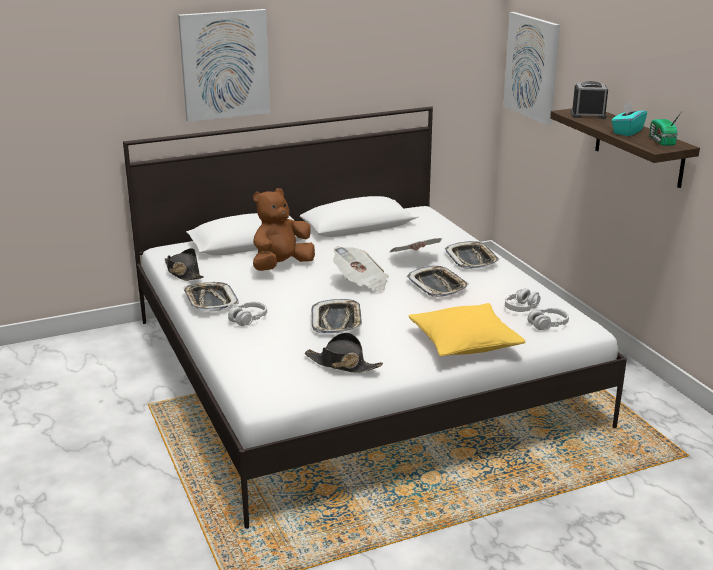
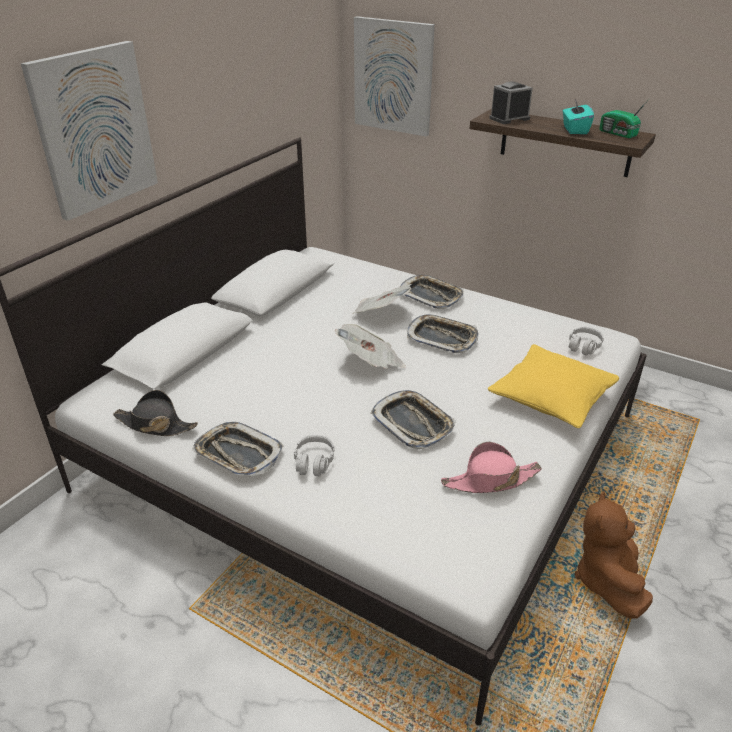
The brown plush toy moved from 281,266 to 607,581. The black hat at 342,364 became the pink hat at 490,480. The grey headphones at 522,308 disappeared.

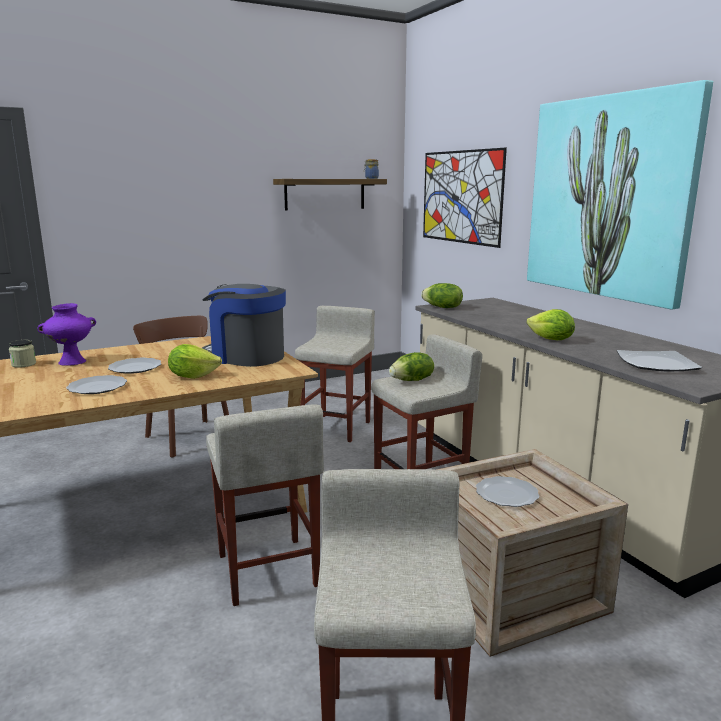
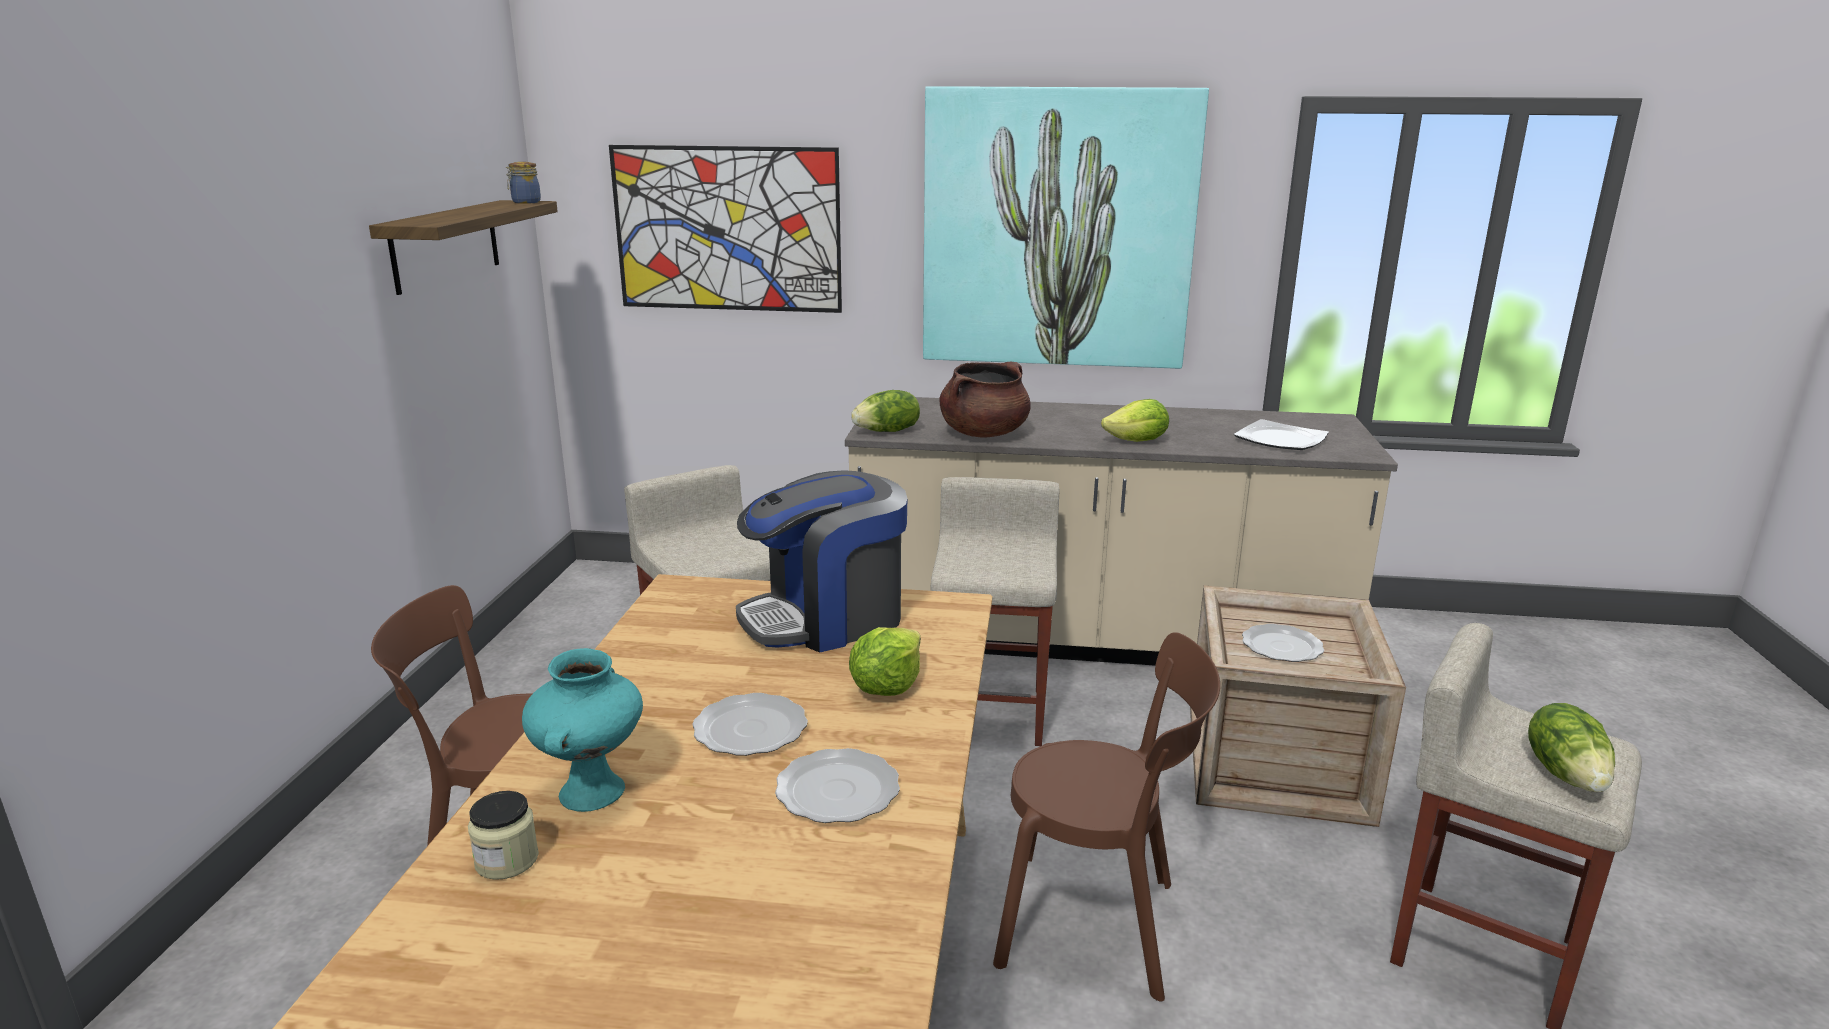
The purple vase at 71,362 became the turquoise vase at 593,793. The beige stool at 267,571 was replaced by the brown chair at 1097,926. The lettuce moved from 412,380 to 1567,774. The brown cooking pot at 984,433 appeared.

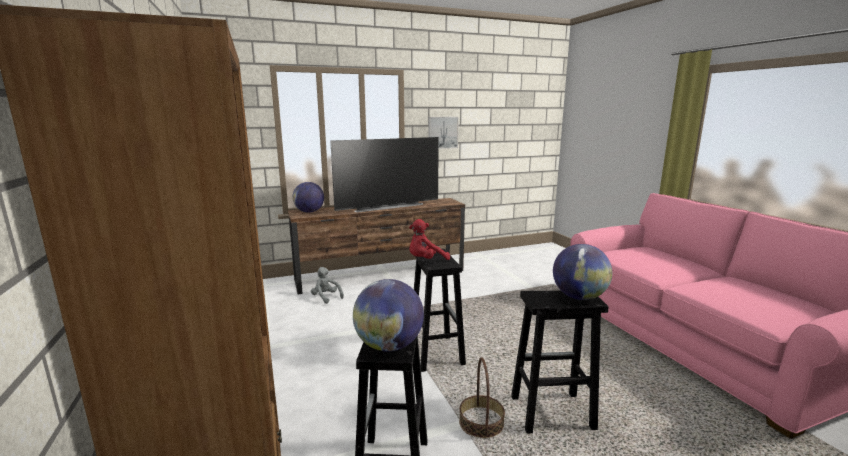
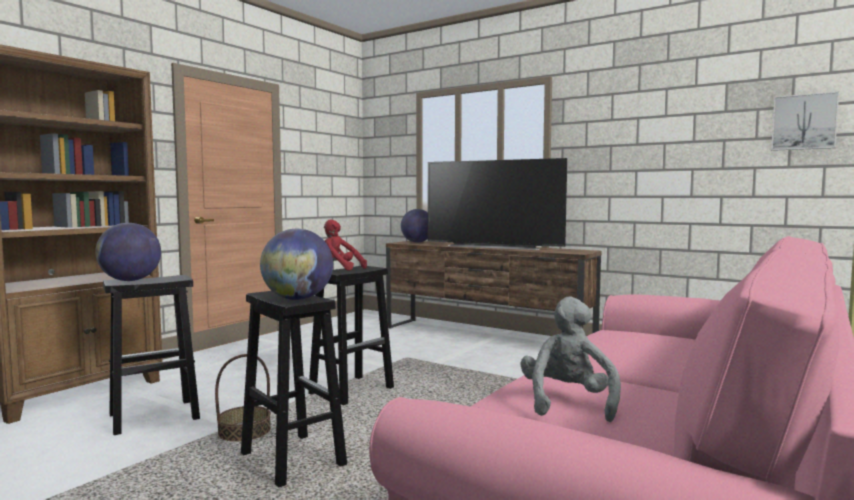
The grey plush toy moved from 326,297 to 567,403. The picture moved from 442,132 to 804,122.

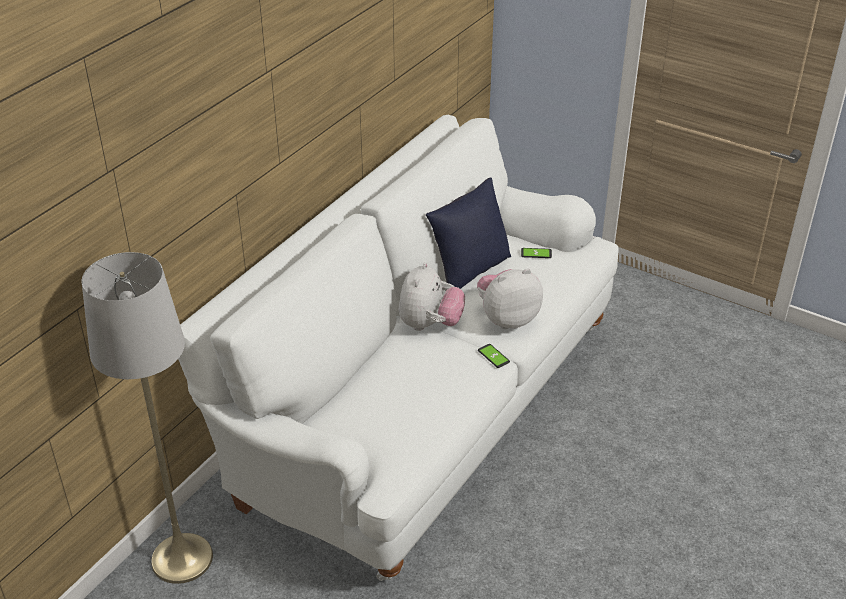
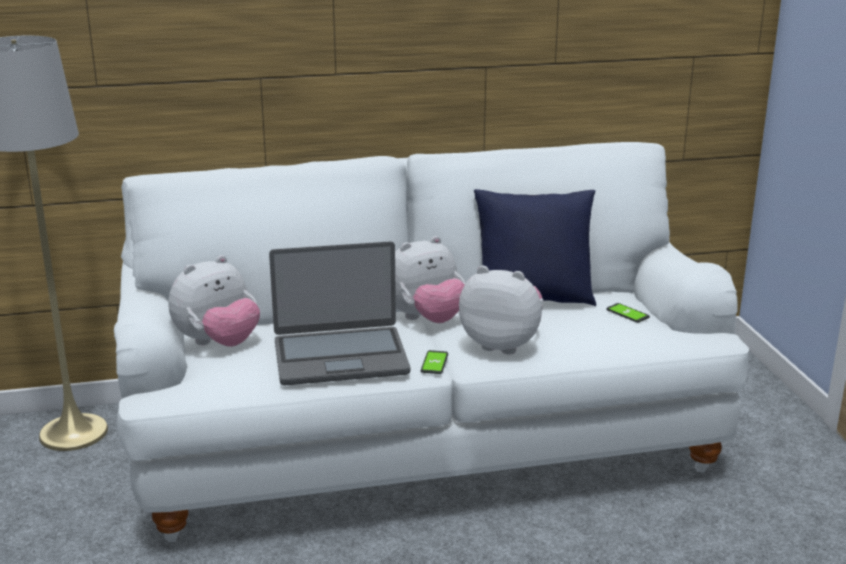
The plush toy at 218,343 appeared. The laptop at 340,357 appeared.

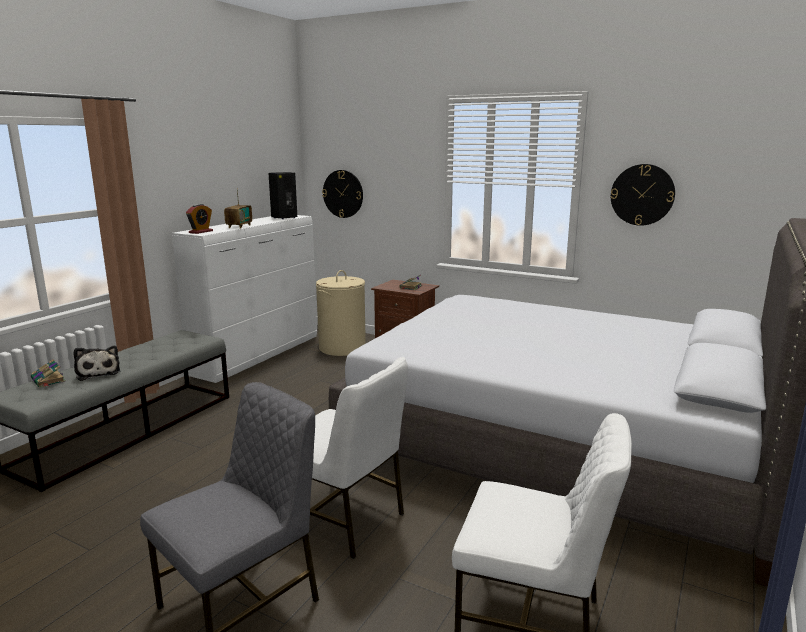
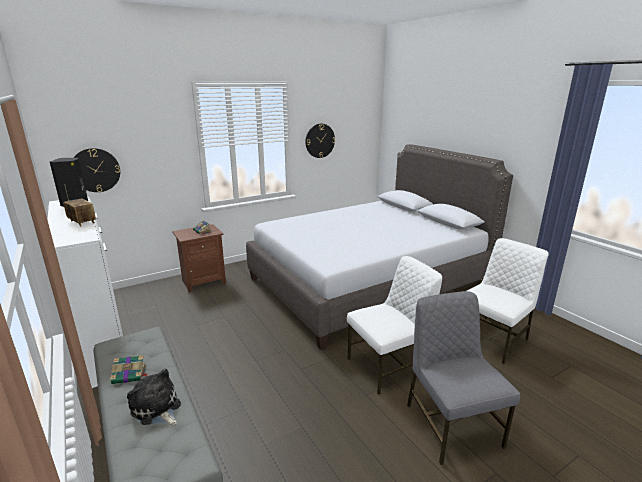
The book moved from 48,380 to 130,375. The plush toy at 98,372 turned 135 degrees counterclockwise. The alarm clock at 201,232 disappeared. The beige laundry basket at 342,348 disappeared.

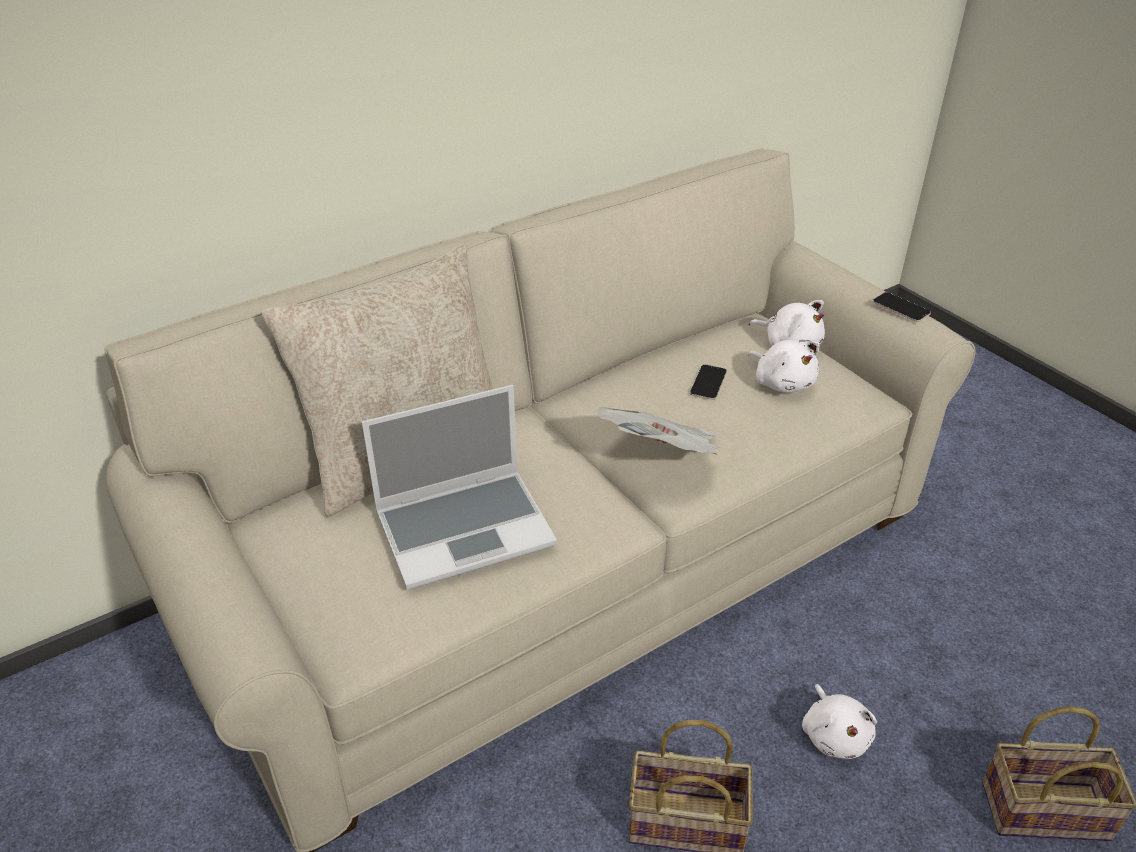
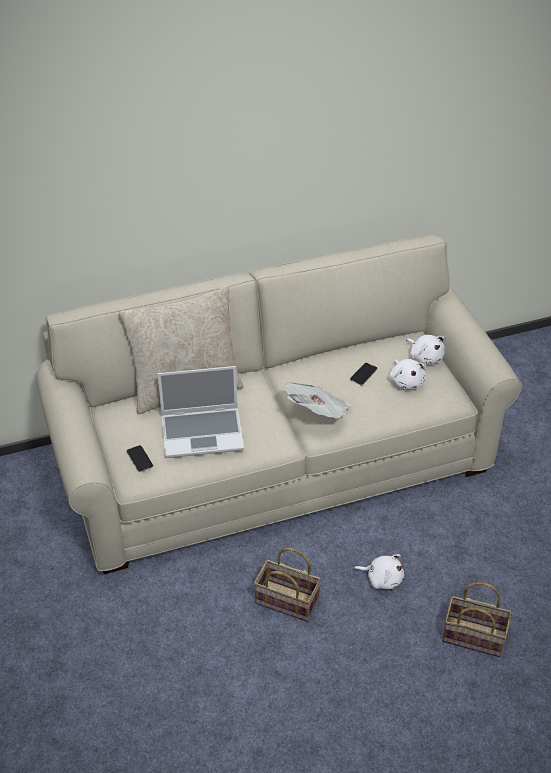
The white plush toy at 834,735 turned 75 degrees counterclockwise. The phone moved from 901,308 to 140,459.

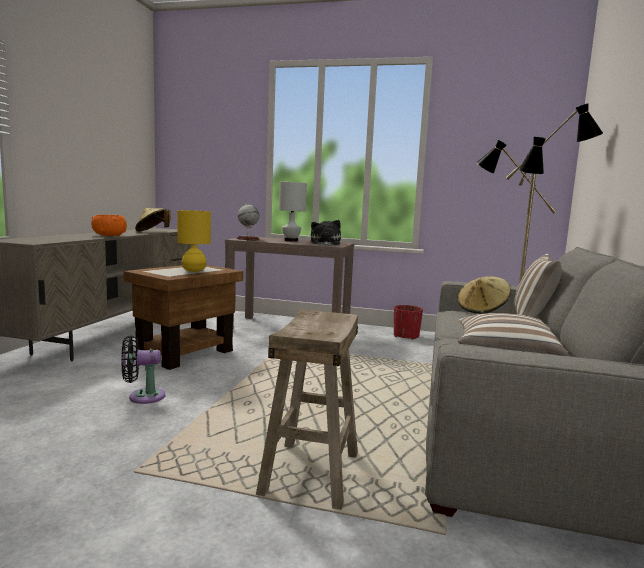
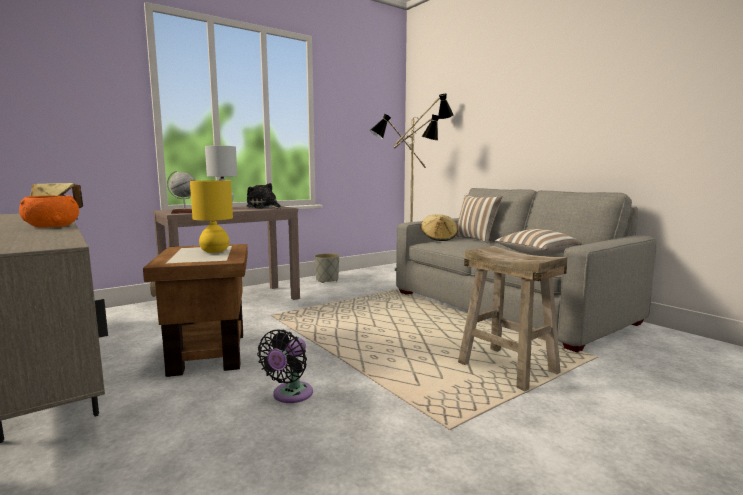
The red planter at 406,336 became the grey planter at 327,280.

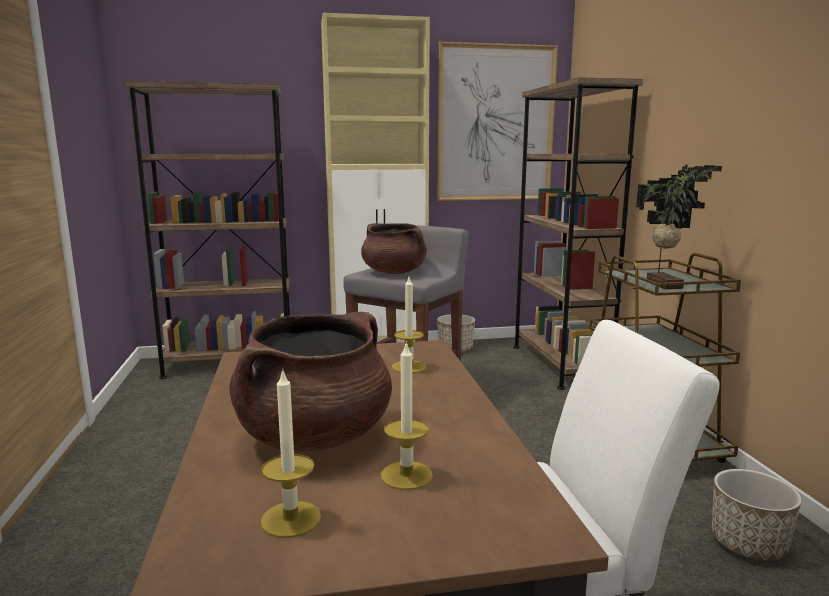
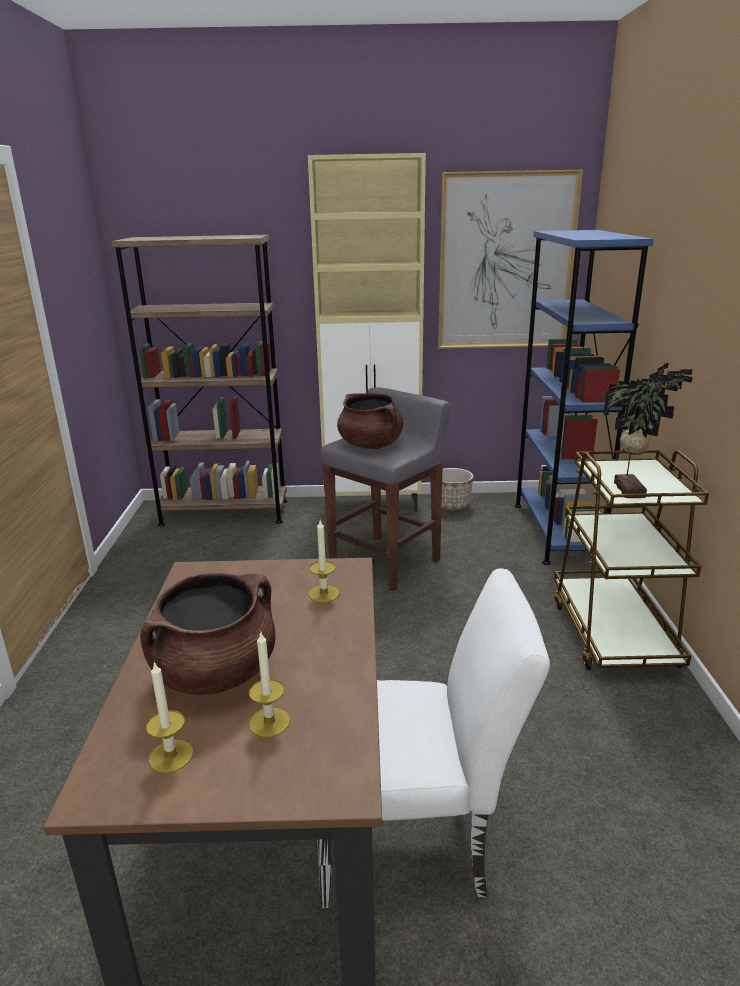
The brown bookcase at 559,364 became the blue bookcase at 556,531. The planter at 747,544 disappeared.

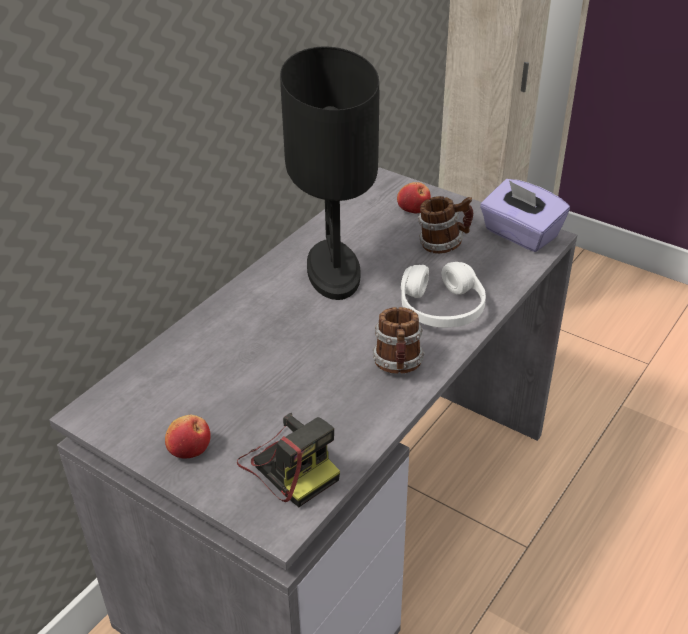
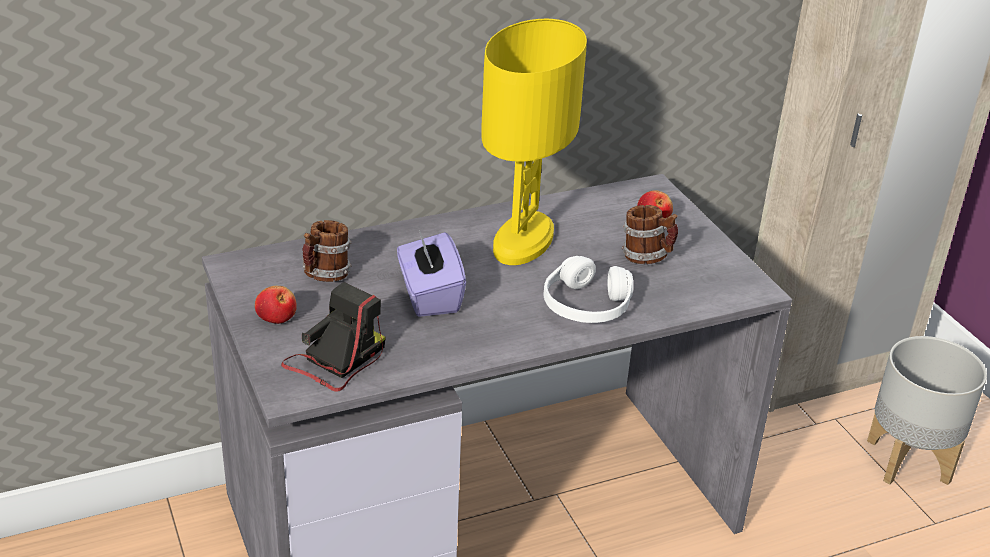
The photo camera at 289,465 turned 135 degrees counterclockwise. The black table lamp at 332,271 became the yellow table lamp at 522,240. The mug moved from 398,365 to 325,276. The purple tissue box moved from 520,234 to 429,296. The grey planter at 909,461 appeared.

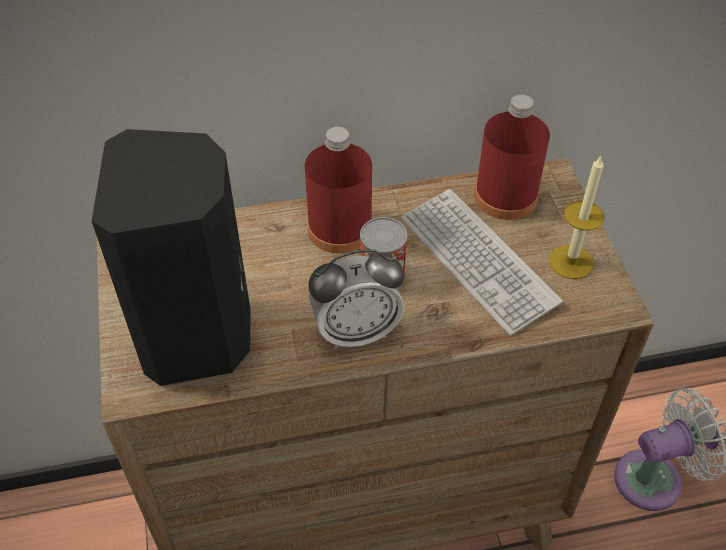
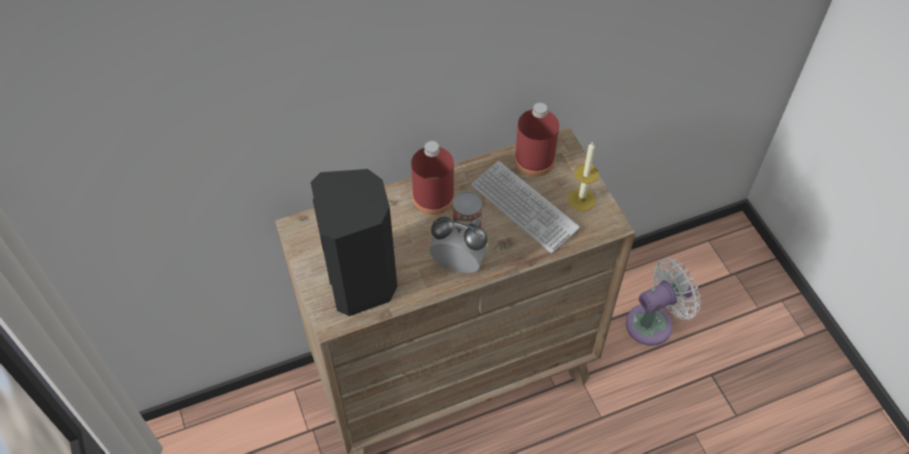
The alarm clock at 356,331 turned 135 degrees counterclockwise.

